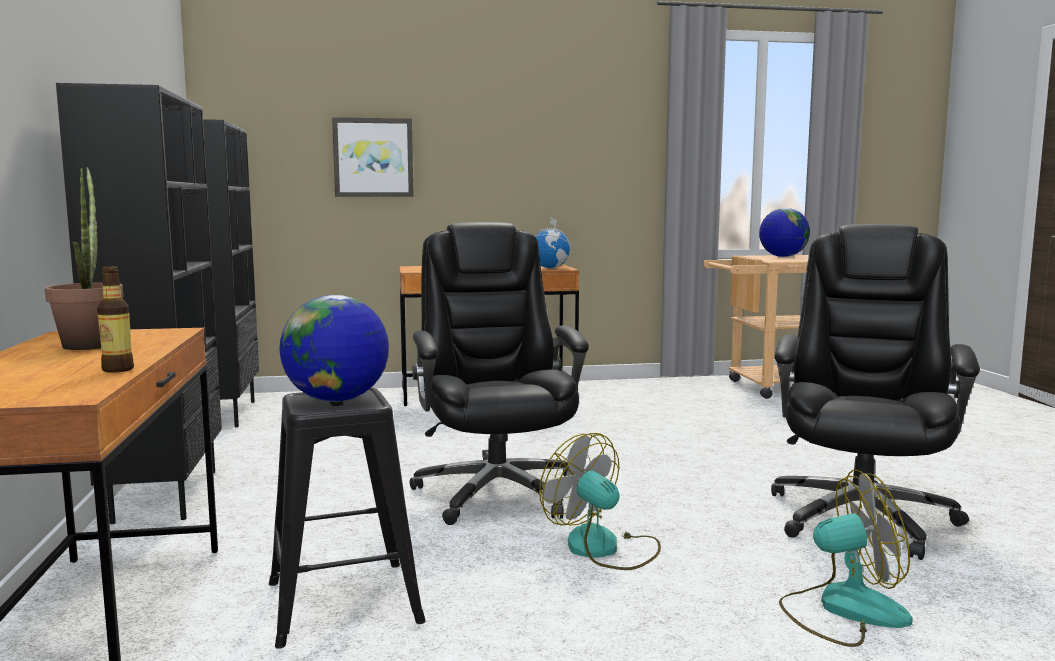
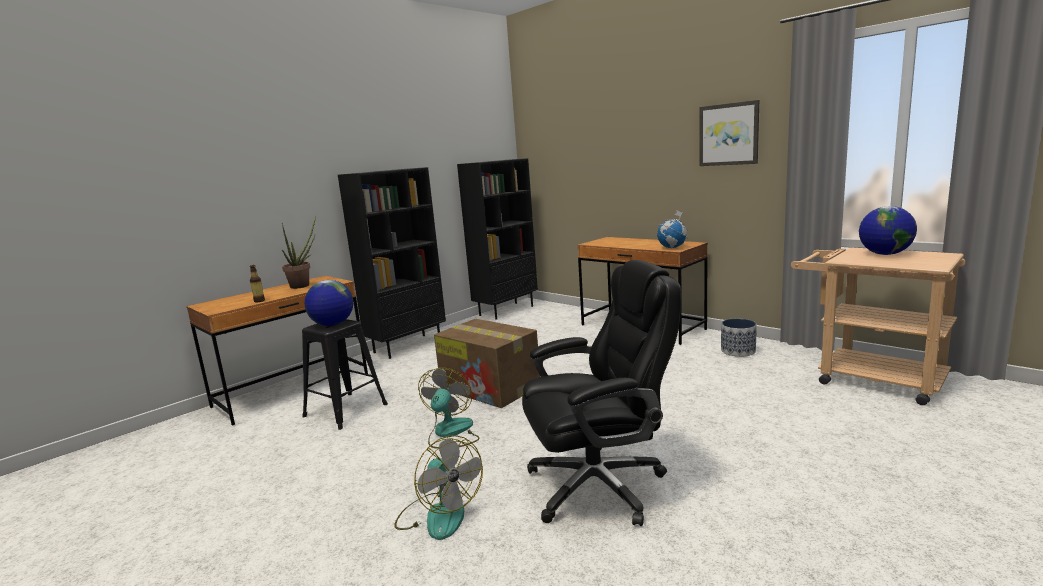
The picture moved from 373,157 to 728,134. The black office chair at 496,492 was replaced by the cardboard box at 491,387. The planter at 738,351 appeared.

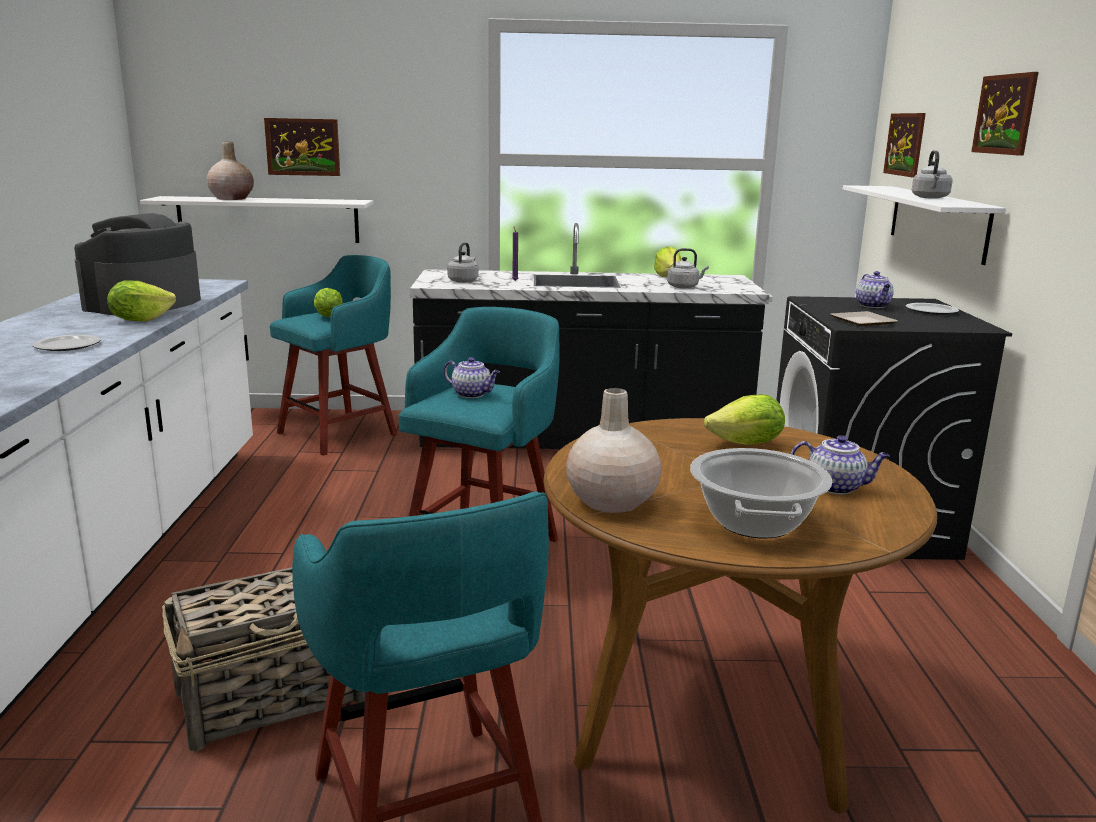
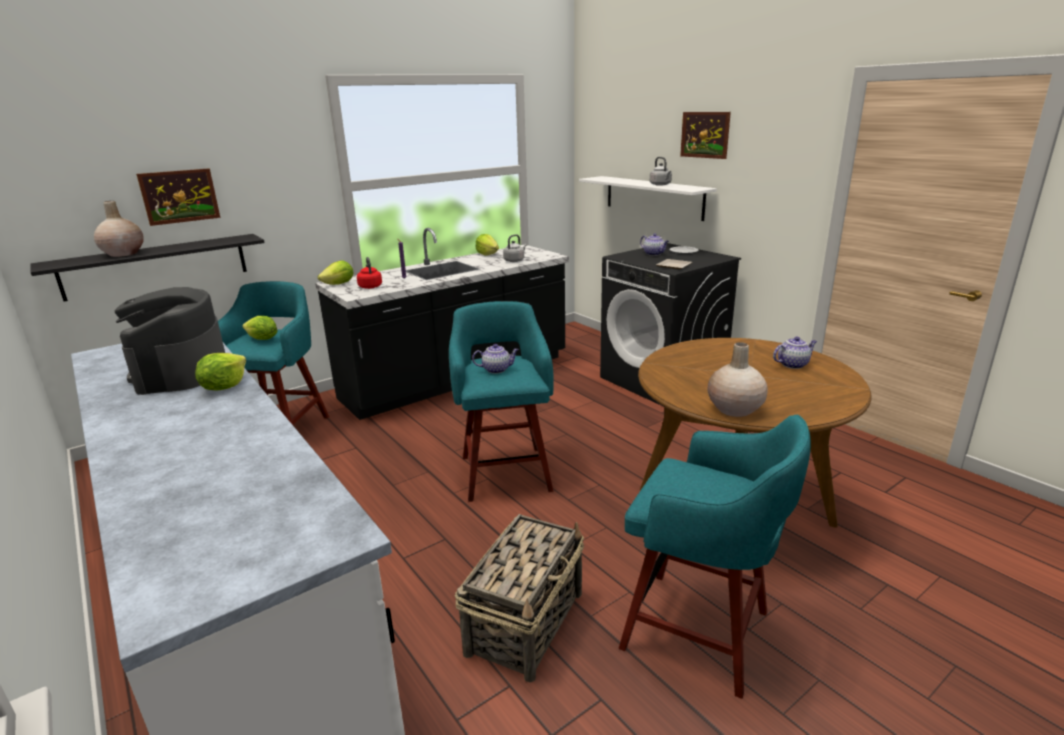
The plate at 66,346 disappeared. The white shelf at 268,219 became the black shelf at 156,266. The grey kettle at 463,281 became the red kettle at 370,286. The cooking pot at 755,523 disappeared. The lettuce moved from 746,444 to 339,284. The picture at 905,144 disappeared.

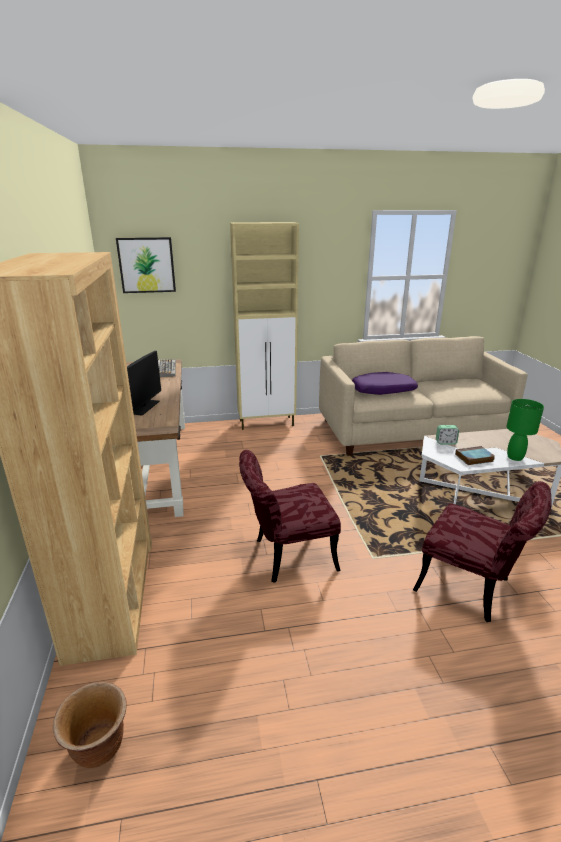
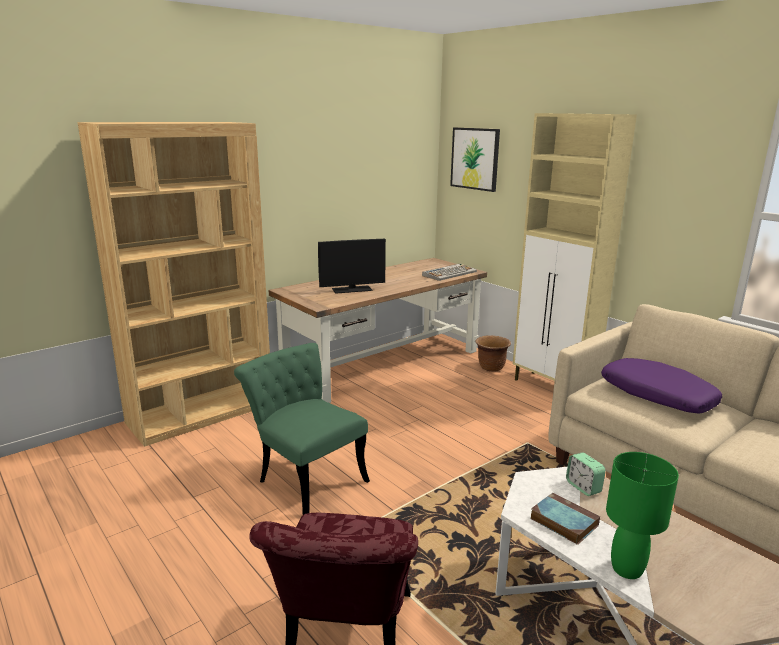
The brown planter moved from 99,748 to 491,367. The red chair at 286,556 became the green chair at 306,477.

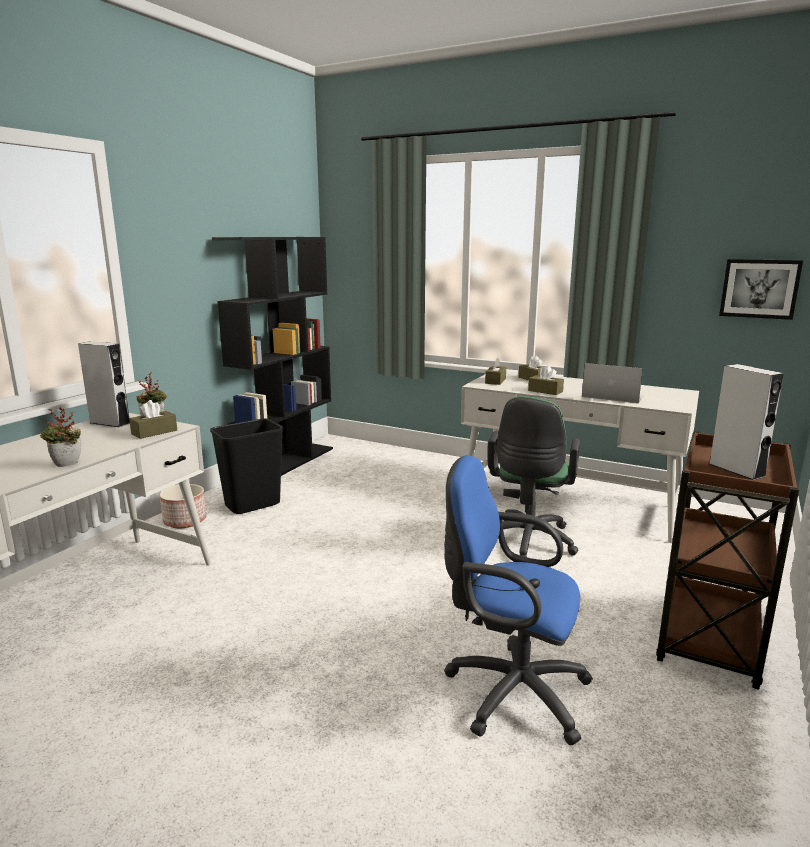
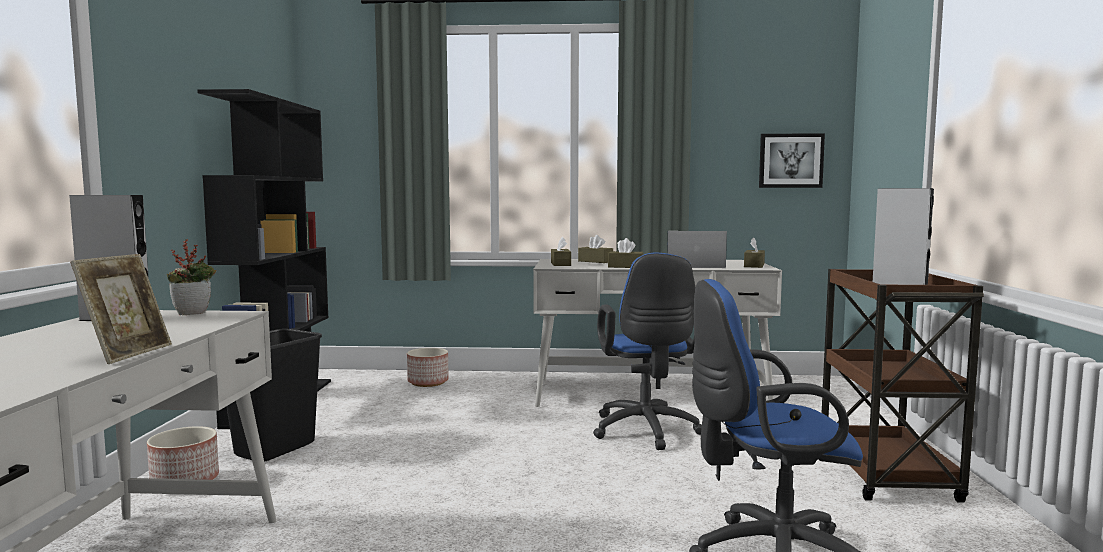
The potted plant at 66,465 was replaced by the picture frame at 128,354. The brown tissue box moved from 154,432 to 754,265. The green office chair at 527,543 became the blue office chair at 646,432. The planter at 428,382 appeared.

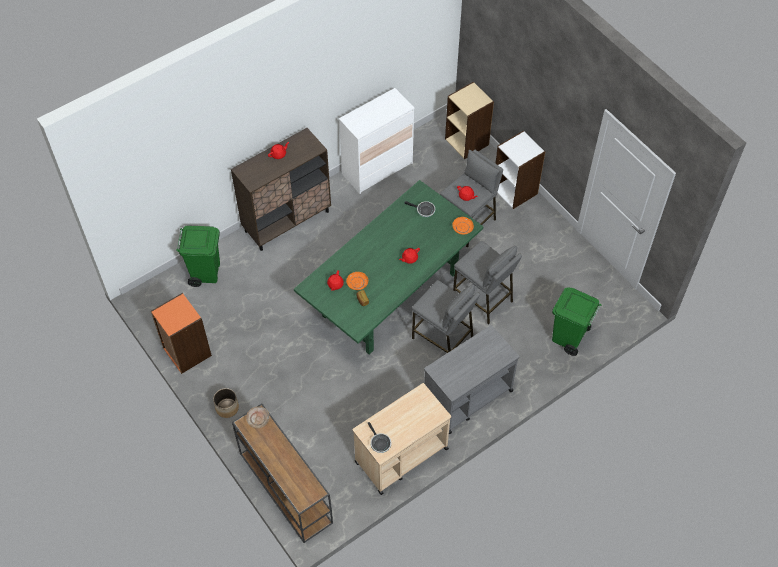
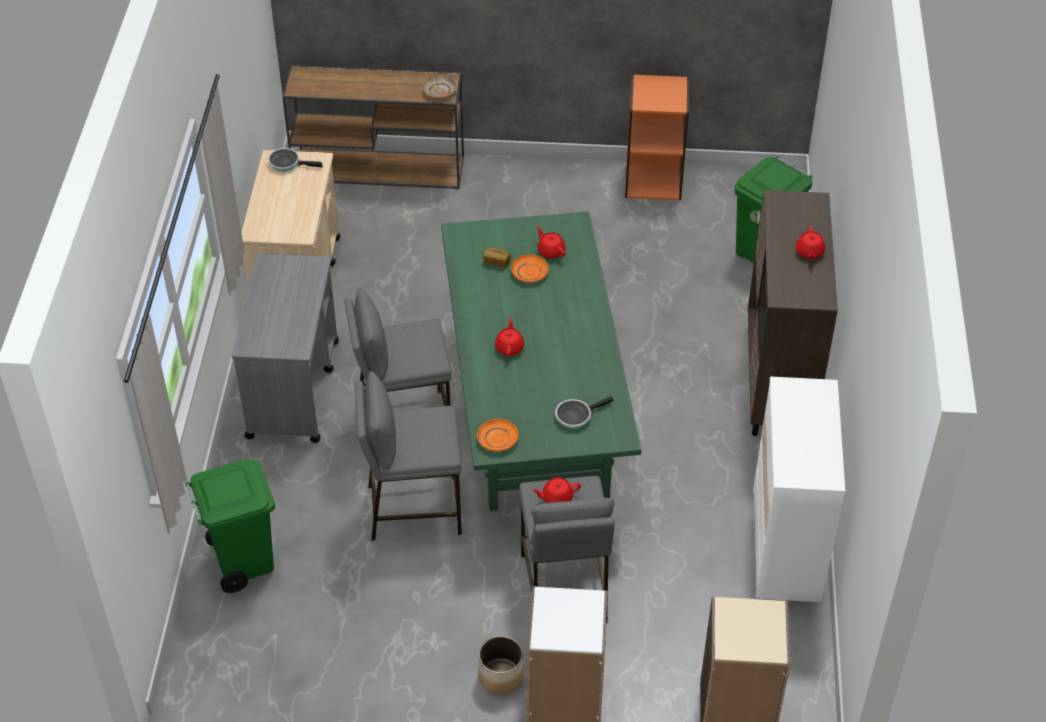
The planter moved from 227,408 to 501,676.

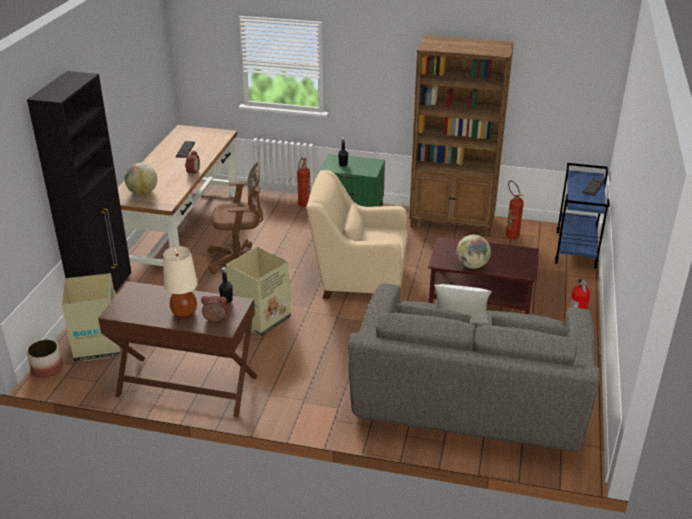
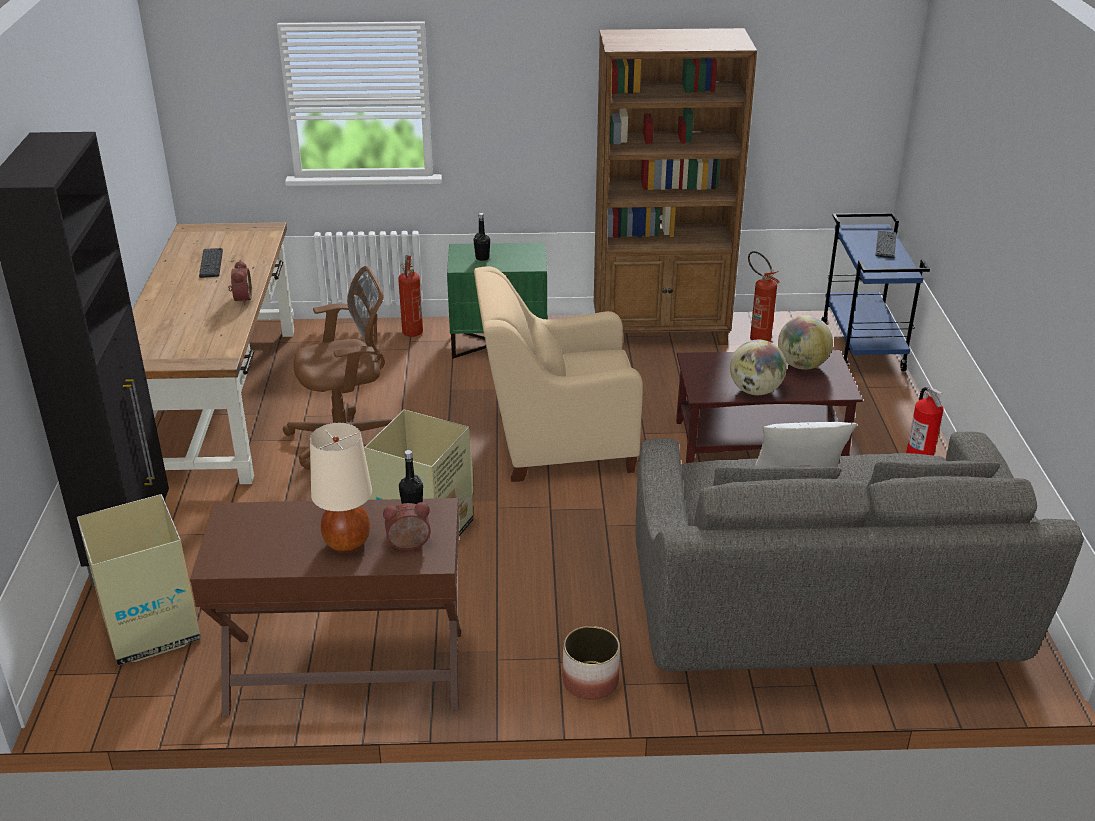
The planter moved from 47,369 to 590,681. The globe moved from 142,193 to 802,365.

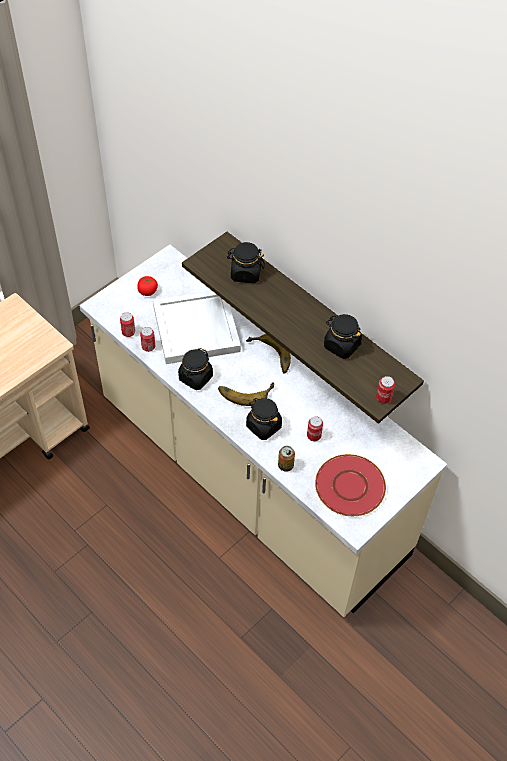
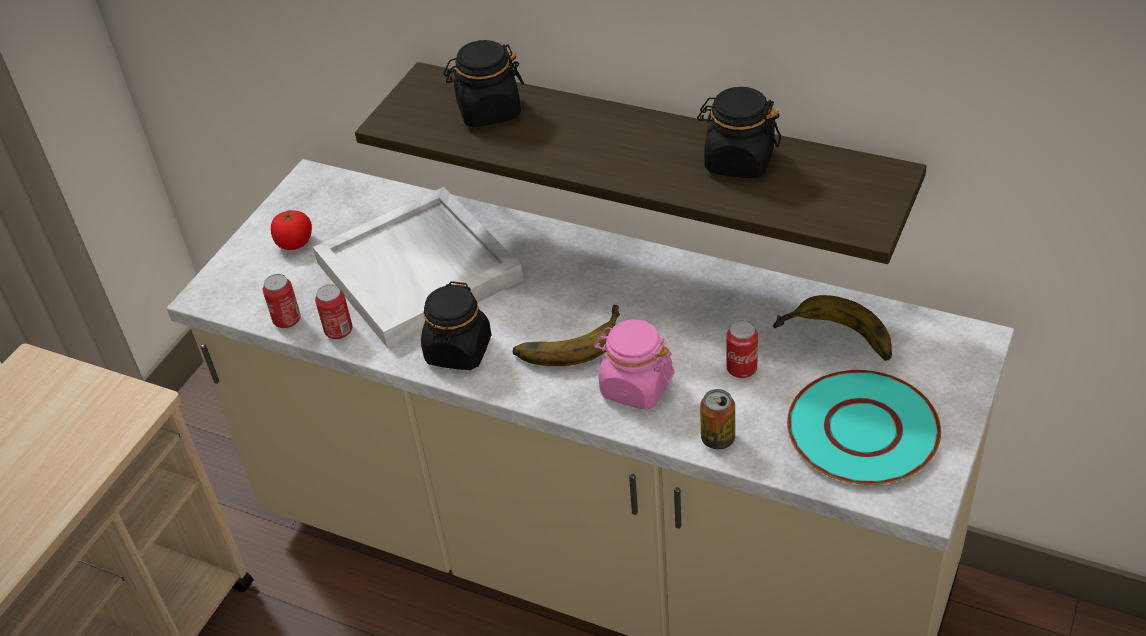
The banana moved from 269,357 to 835,341. The black jar at 263,426 became the pink jar at 635,387. The red plate at 349,486 became the turquoise plate at 863,430. The can at 383,398 disappeared.

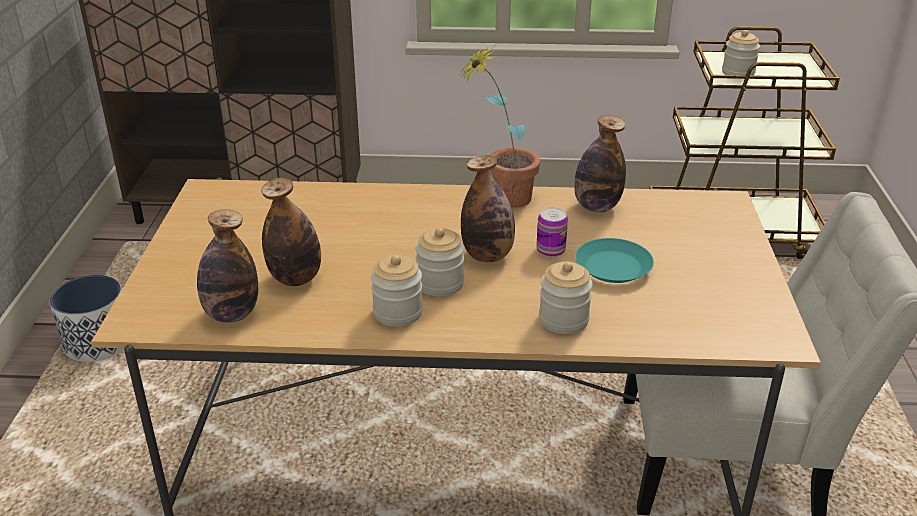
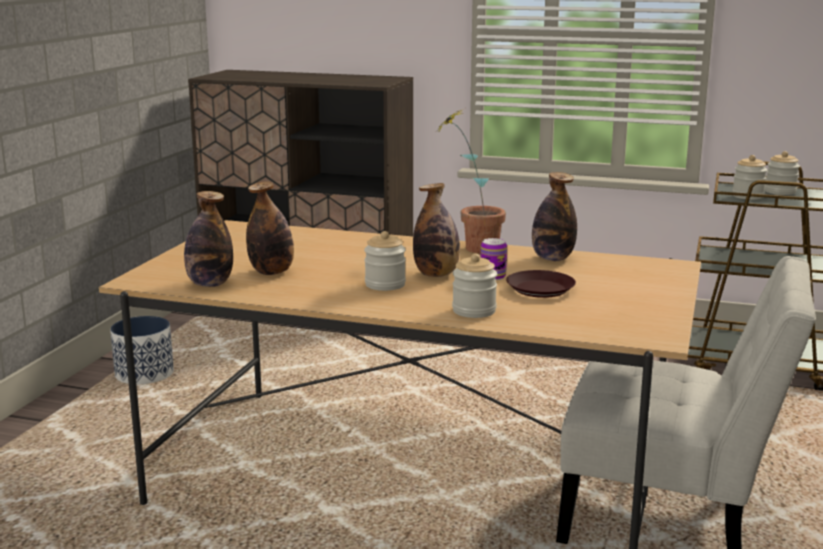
The jar moved from 398,313 to 780,192. The turquoise plate at 613,266 became the brown plate at 540,289.

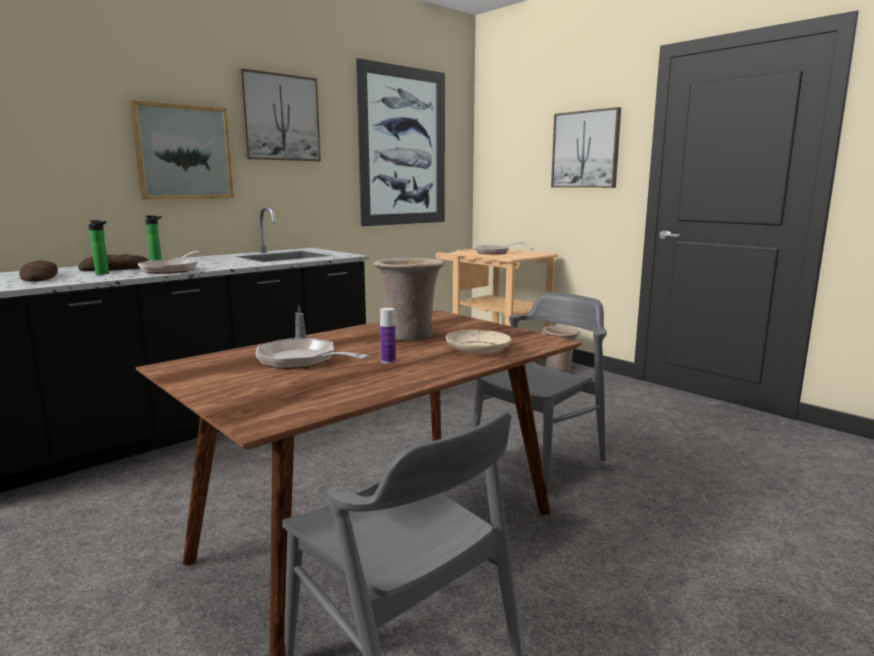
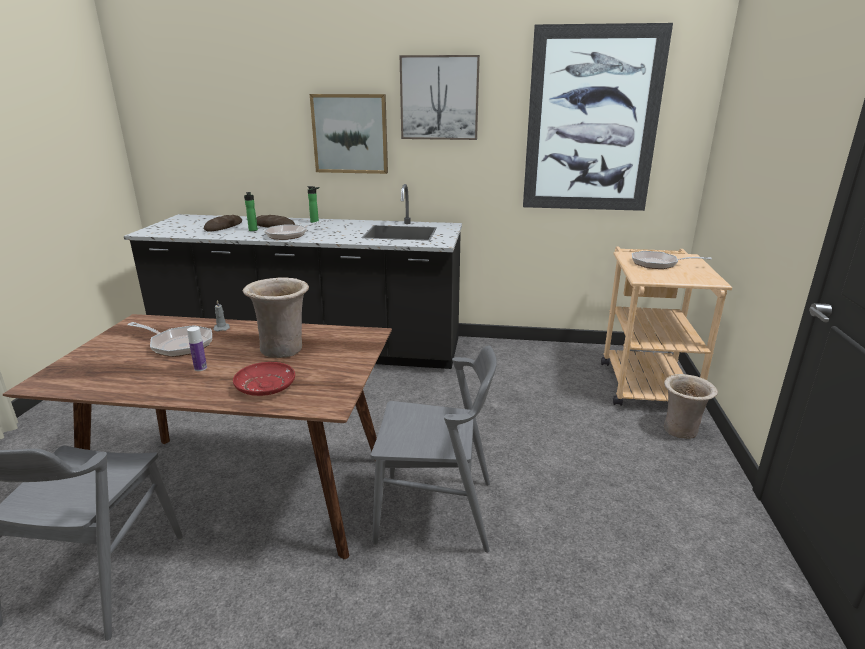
The frying pan at 302,361 turned 120 degrees clockwise. The beige plate at 478,349 became the red plate at 265,386. The picture at 585,149 disappeared.

